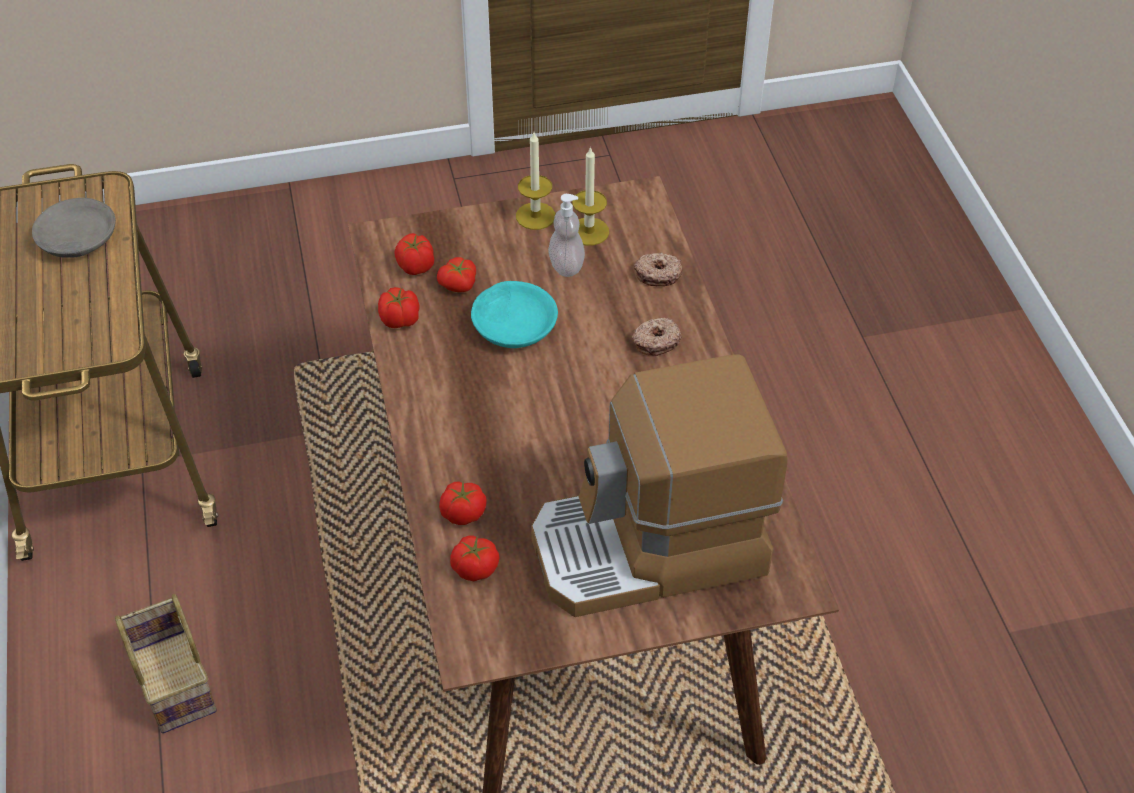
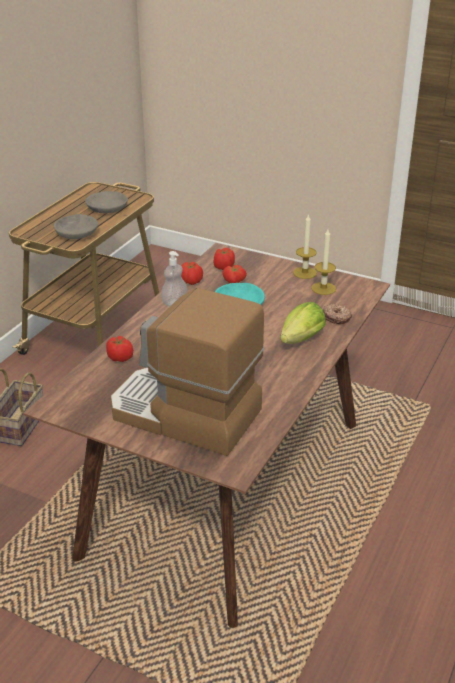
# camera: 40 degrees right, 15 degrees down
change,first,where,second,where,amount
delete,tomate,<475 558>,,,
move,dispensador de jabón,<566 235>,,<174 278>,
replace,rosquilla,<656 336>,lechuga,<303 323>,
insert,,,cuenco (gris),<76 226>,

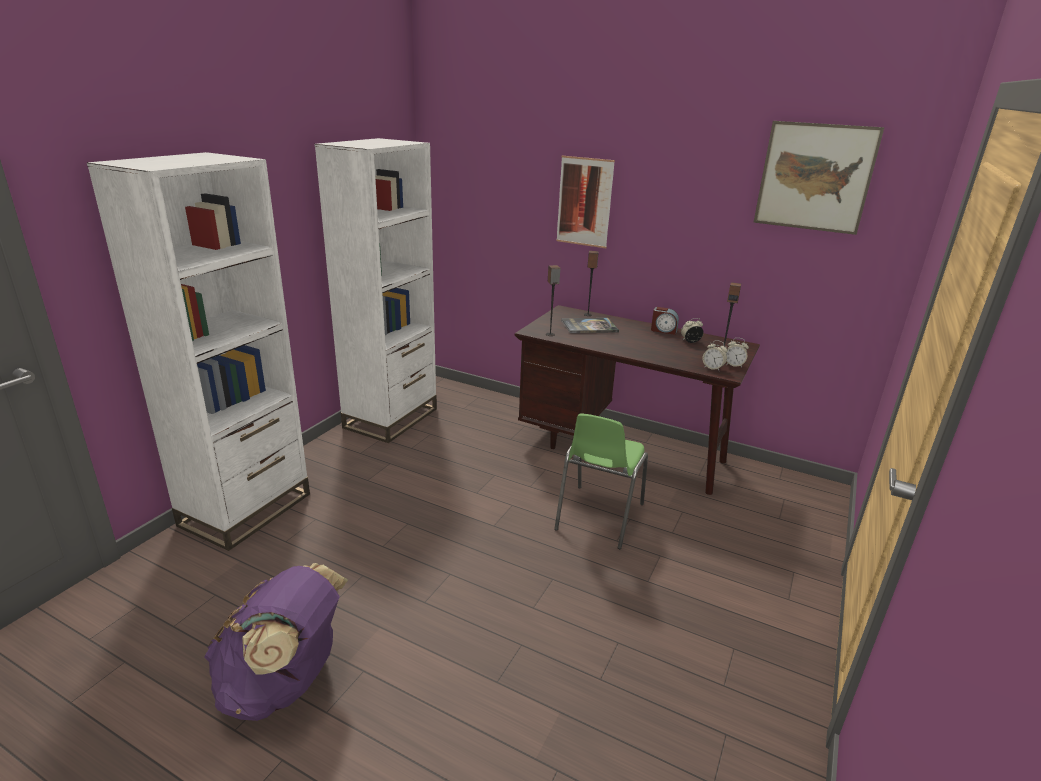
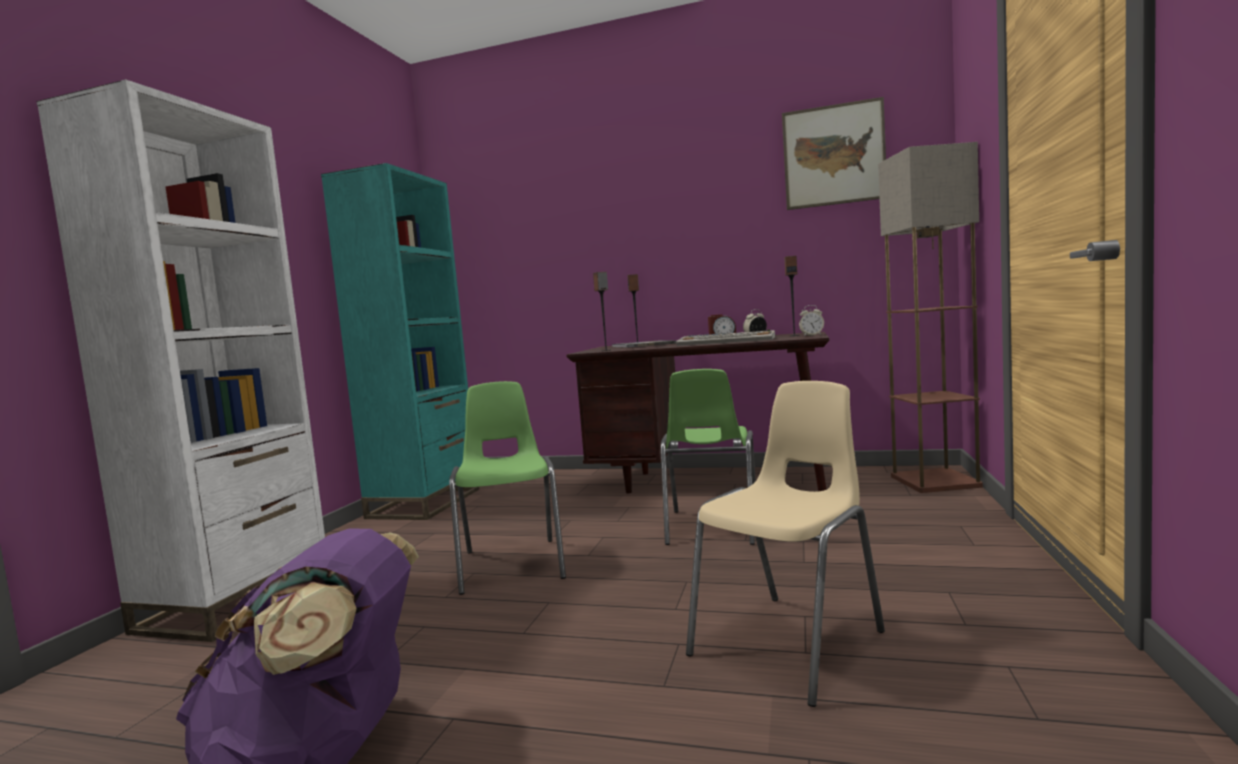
# camera: 10 degrees left, 20 degrees down
change,first,where,second,where,amount
recolor,estantería (blanco),<376 290>,estantería (turquesa),<400 341>,
delete,cuadro,<585 202>,,,
delete,despertador,<715 355>,,,
insert,,,silla (verde),<507 488>,
insert,,,teclado,<725 338>,
insert,,,silla (beis),<785 544>,
insert,,,lámpara de pie,<930 317>,

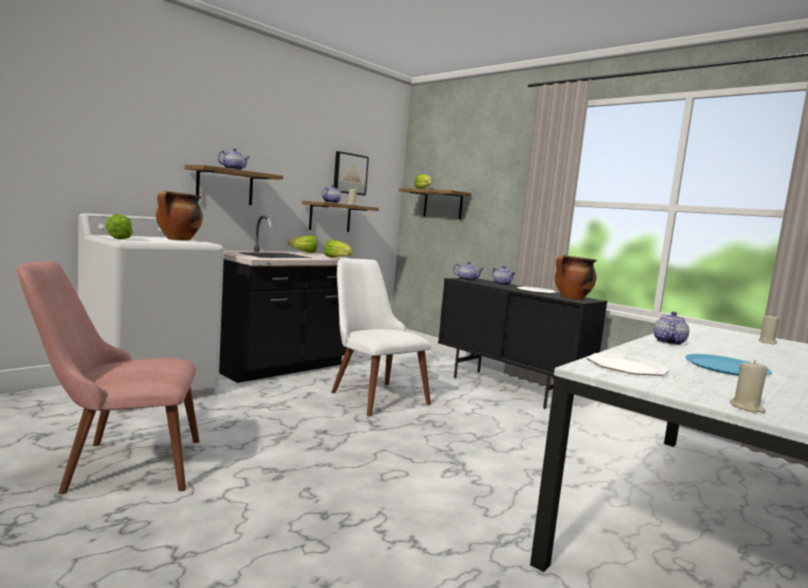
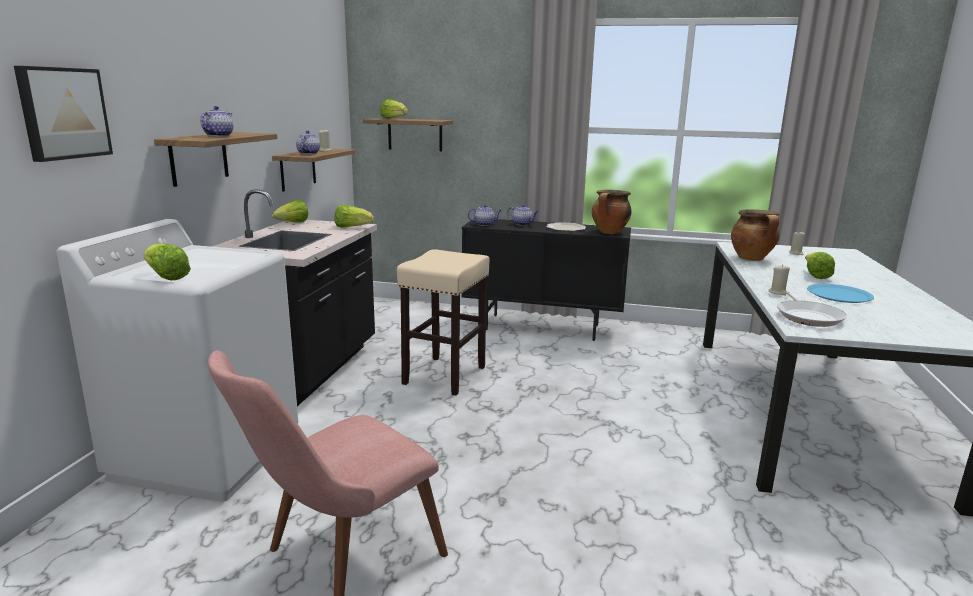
# camera: 30 degrees left, 10 degrees up
change,first,where,second,where,amount
move,olla,<179 215>,,<755 235>,
replace,silla (blanco),<381 337>,taburete (beis),<443 322>,
move,cuadro,<351 173>,,<63 114>,
replace,plato,<628 364>,sartén,<812 309>,
delete,tetera,<671 328>,,,
move,vela (beis),<749 386>,,<779 280>,
insert,,,lechuga,<820 265>,

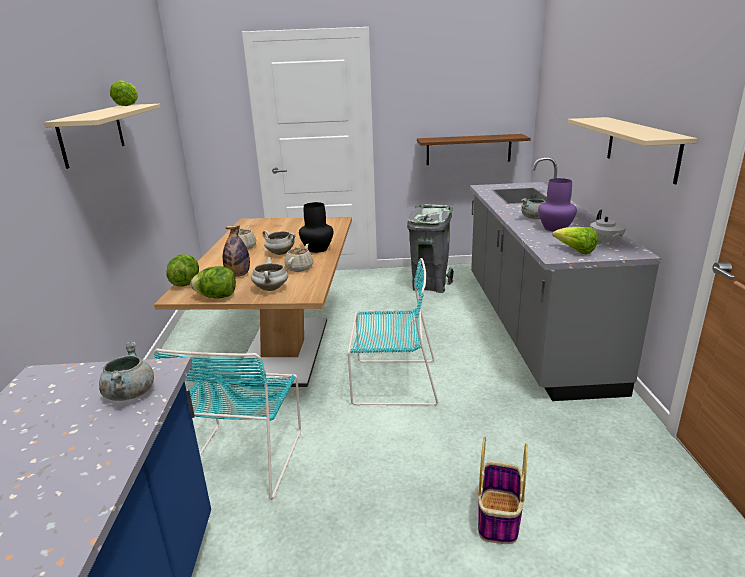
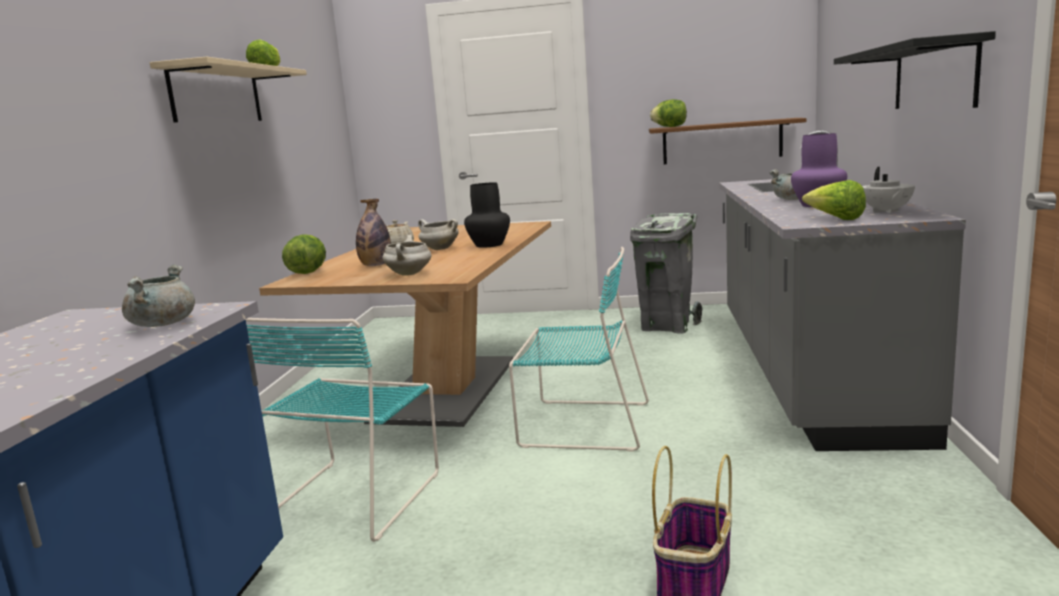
# camera: 10 degrees right, 10 degrees down
change,first,where,second,where,amount
move,lechuga,<213 282>,,<668 113>,
delete,tetera (beis),<299 258>,,,
recolor,estante (beis),<632 150>,estante (negro),<915 70>,

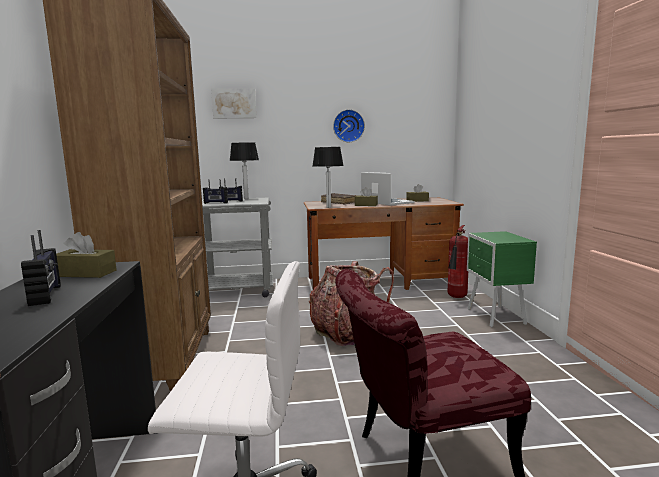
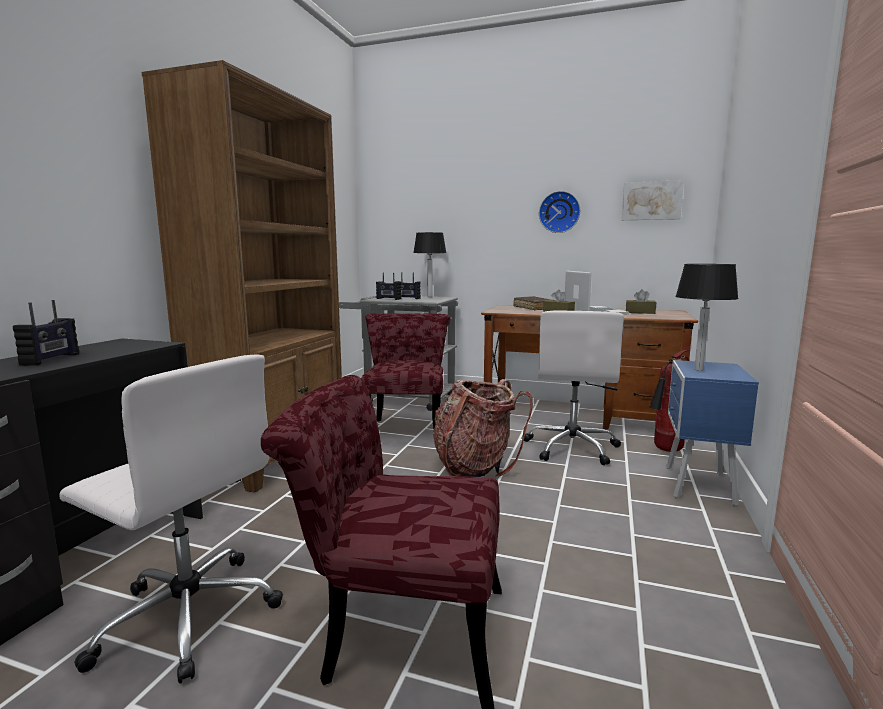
# camera: 25 degrees right, 0 degrees up
change,first,where,second,where,amount
delete,caja de pañuelos (marrón),<86 255>,,,
move,cuadro,<233 103>,,<653 200>,
move,lámpara de mesa,<328 177>,,<707 317>,
recolor,mesita de noche (verde),<502 279>,mesita de noche (azul),<712 433>,
insert,,,silla (rojo),<406 371>,
insert,,,silla de oficina (blanco),<574 388>,

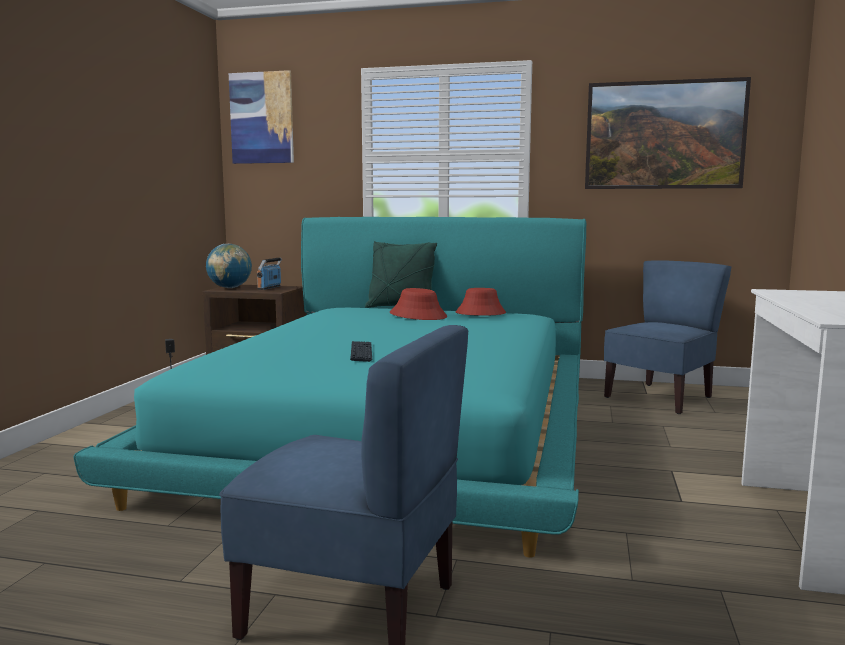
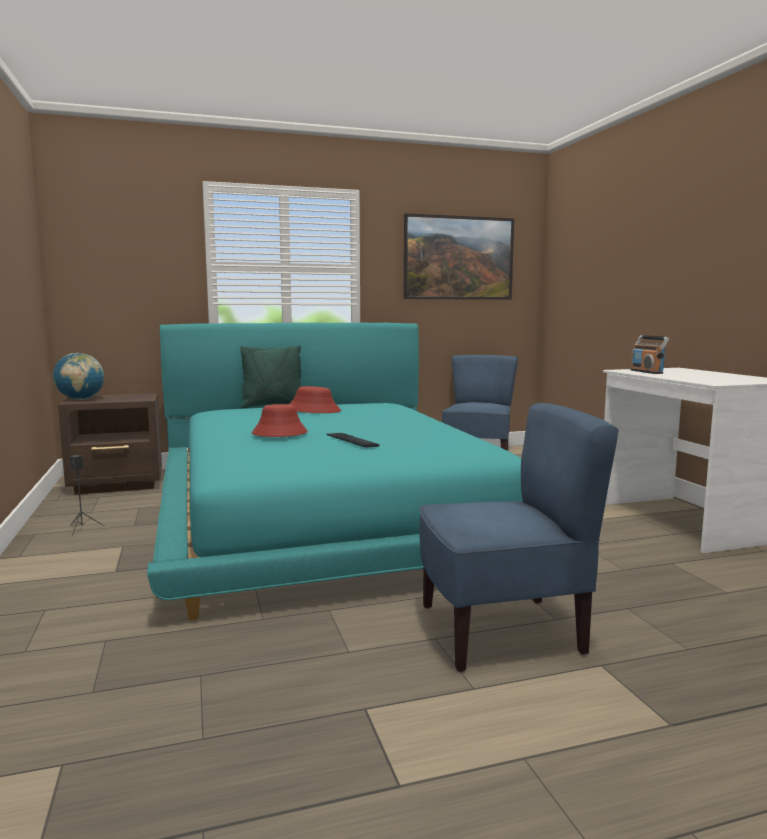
# camera: 30 degrees left, 0 degrees up
change,first,where,second,where,amount
delete,cuadro,<261 117>,,,
move,radio,<269 274>,,<649 354>,
move,sombrero (rojo),<481 302>,,<280 420>,

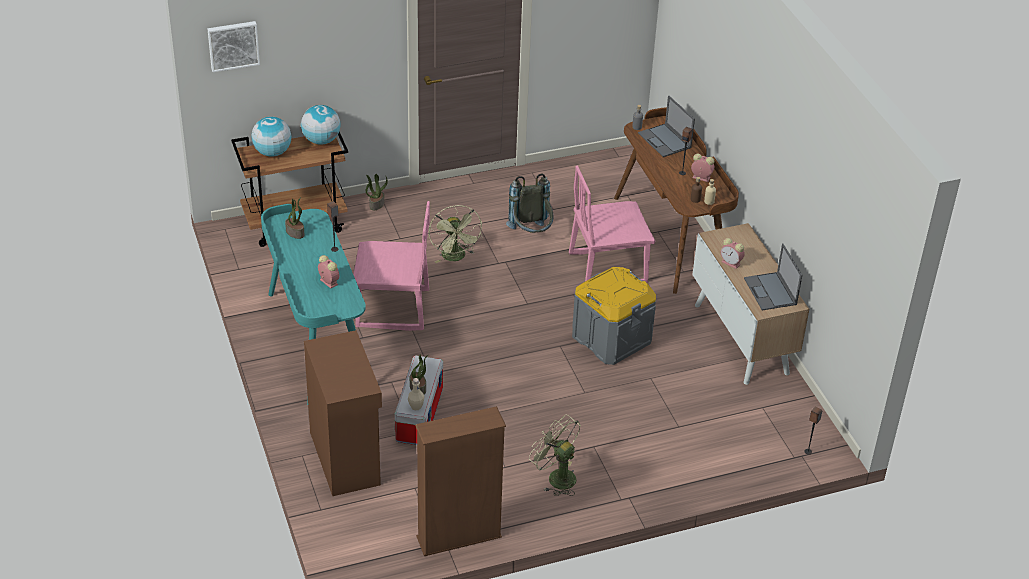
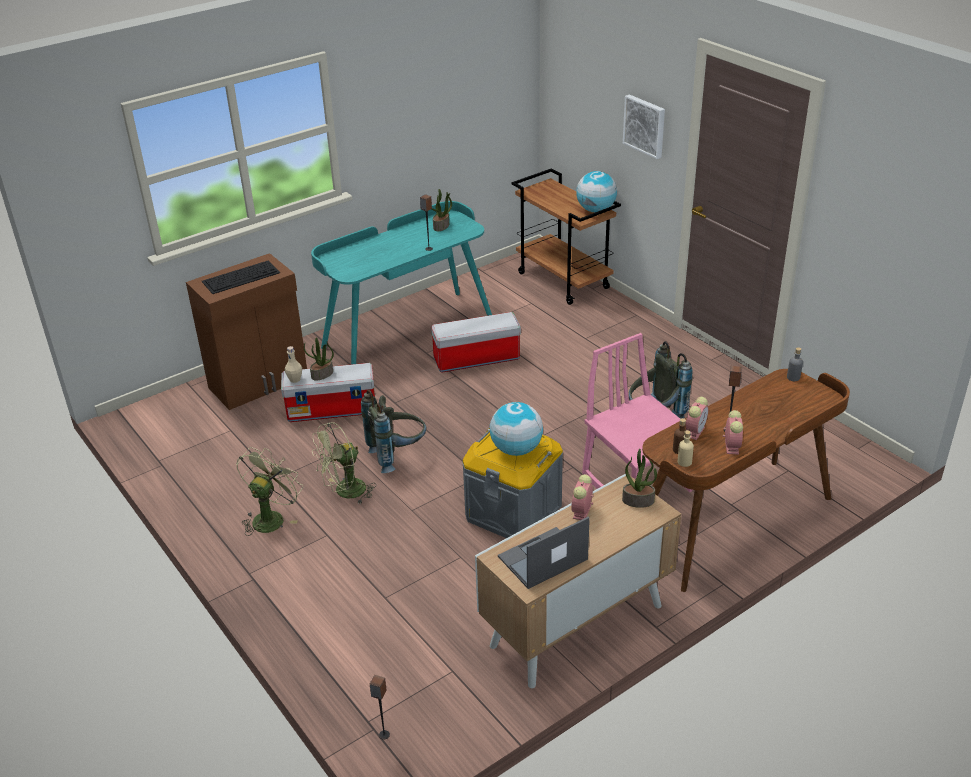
# camera: 75 degrees right, 5 degrees down
change,first,where,second,where,amount
move,cuadro,<233 46>,,<644 127>,
move,globo terráqueo,<271 137>,,<516 429>,
move,despertador,<328 271>,,<697 418>,
replace,silla (rosa),<391 266>,caja de almacenaje,<476 342>,
move,planta en maceta,<377 192>,,<639 478>,
delete,estantería (marrón),<460 481>,,,
move,ventilador (verde),<455 234>,,<344 463>,
delete,portátil,<666 126>,,,
insert,,,teclado,<240 277>,
insert,,,mochila (gris),<393 431>,

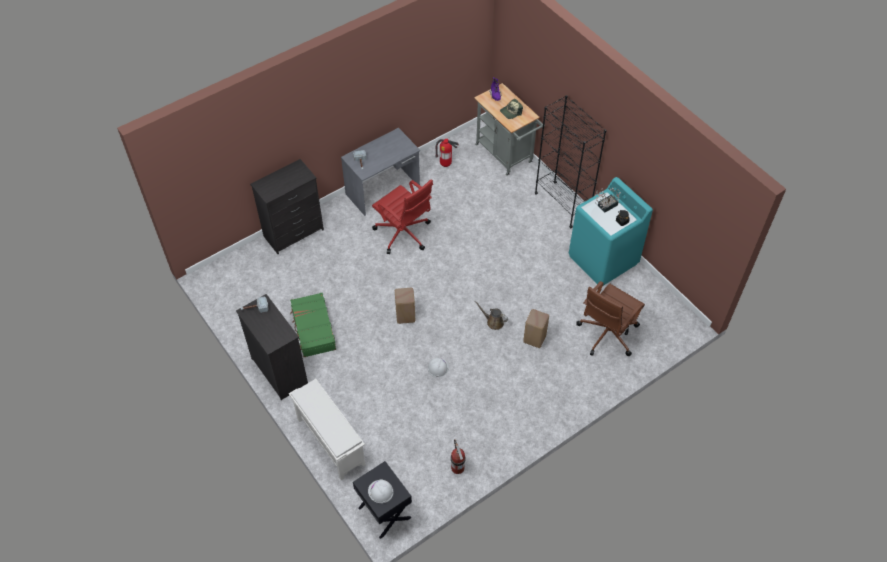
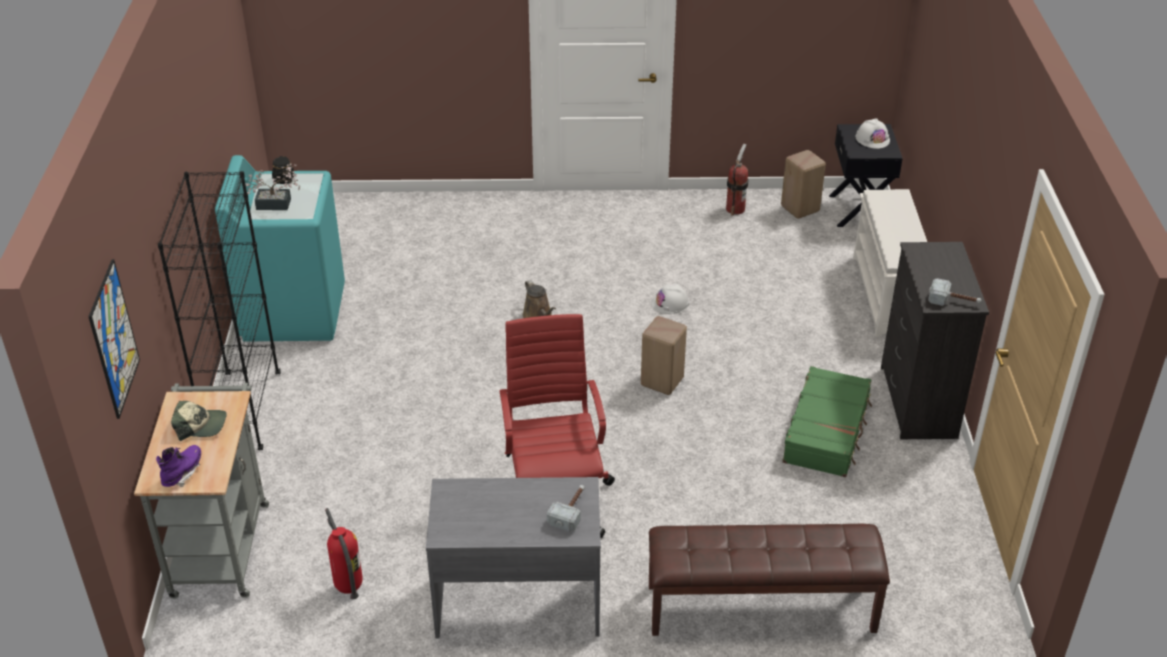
# camera: 145 degrees left, 15 degrees down
change,first,where,second,where,amount
replace,cómoda (negro),<287 206>,banco (marrón),<769 580>,
move,taburete (beis),<536 328>,,<803 184>,
delete,silla de oficina (marrón),<610 318>,,,
insert,,,cuadro,<114 339>,

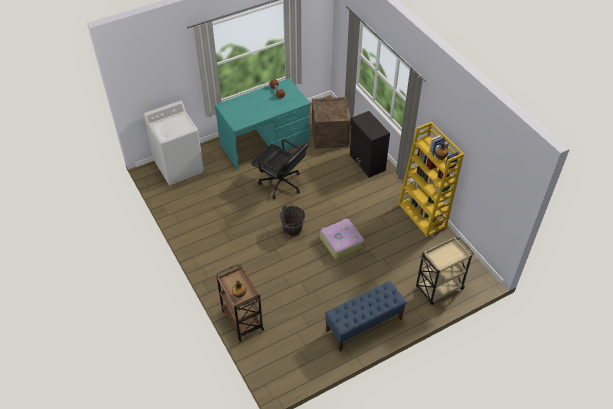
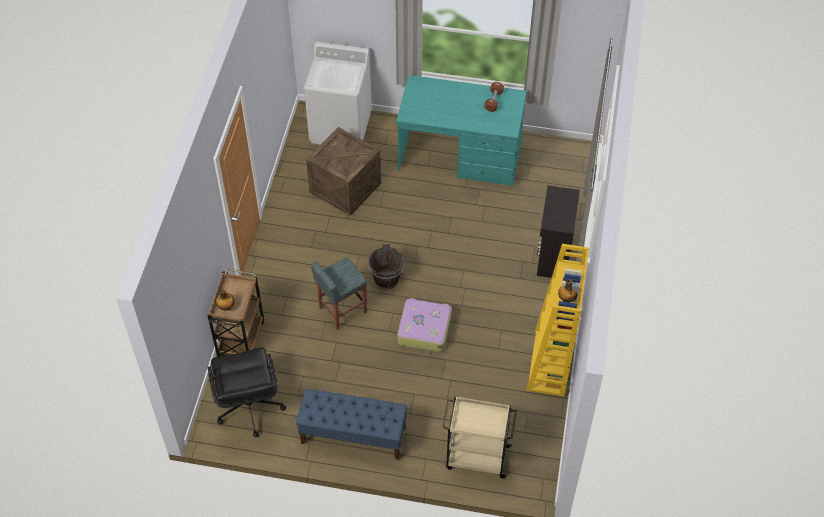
# camera: 40 degrees right, 5 degrees up
change,first,where,second,where,amount
move,silla de oficina (negro),<280 169>,,<246 392>,
move,caja de embalaje,<331 123>,,<343 171>,
insert,,,taburete (gris),<339 294>,

